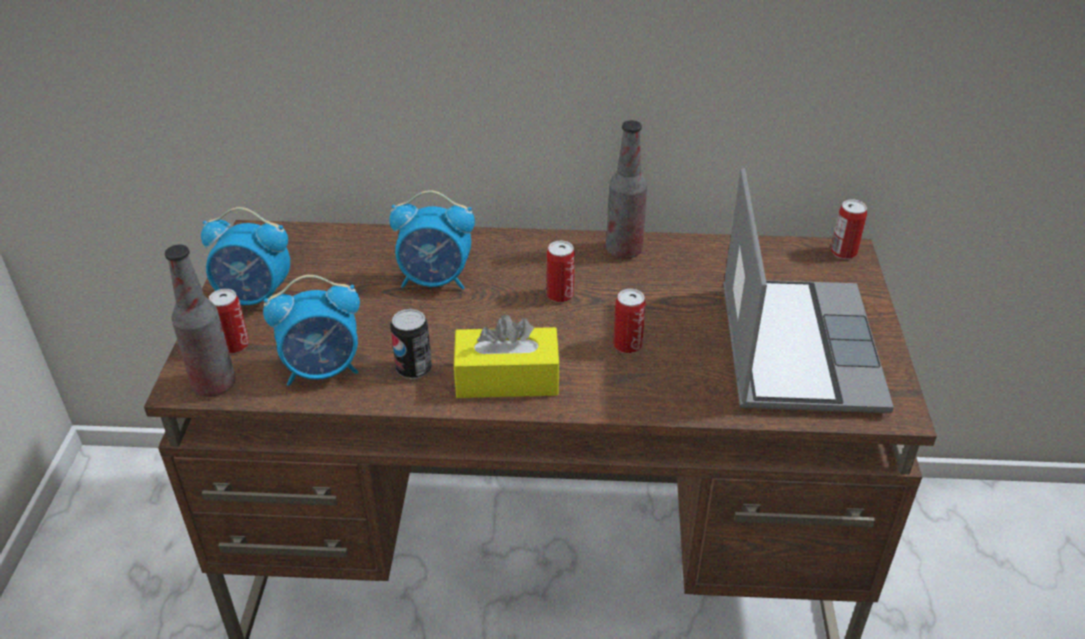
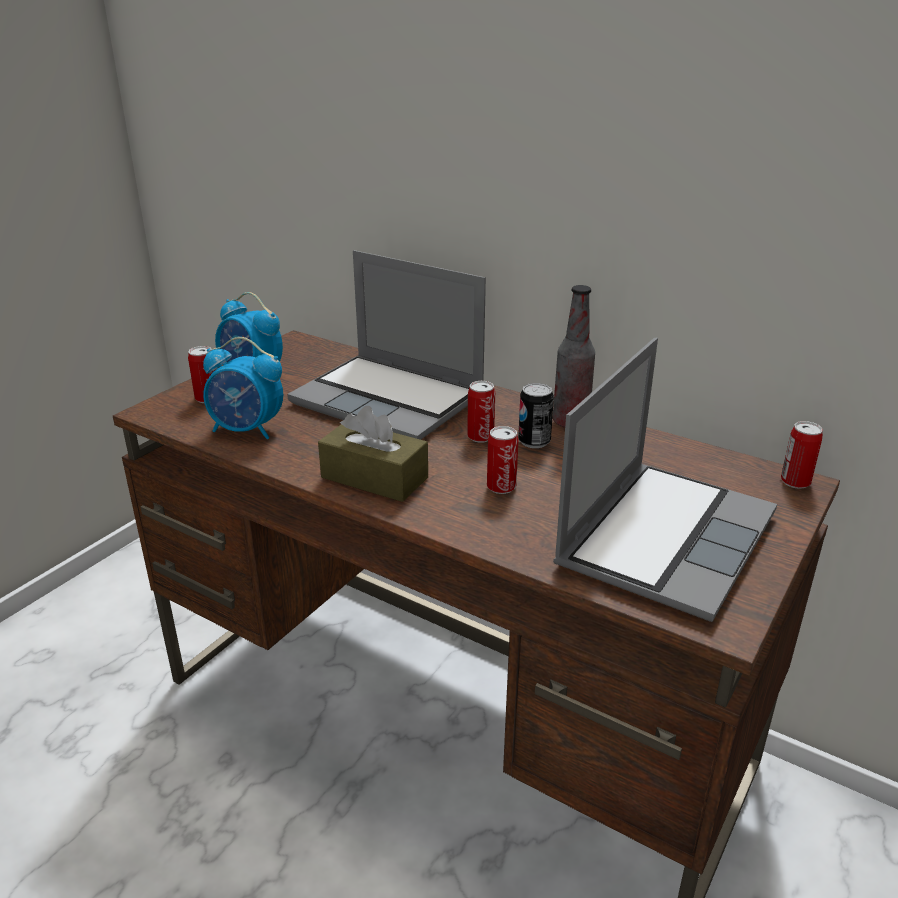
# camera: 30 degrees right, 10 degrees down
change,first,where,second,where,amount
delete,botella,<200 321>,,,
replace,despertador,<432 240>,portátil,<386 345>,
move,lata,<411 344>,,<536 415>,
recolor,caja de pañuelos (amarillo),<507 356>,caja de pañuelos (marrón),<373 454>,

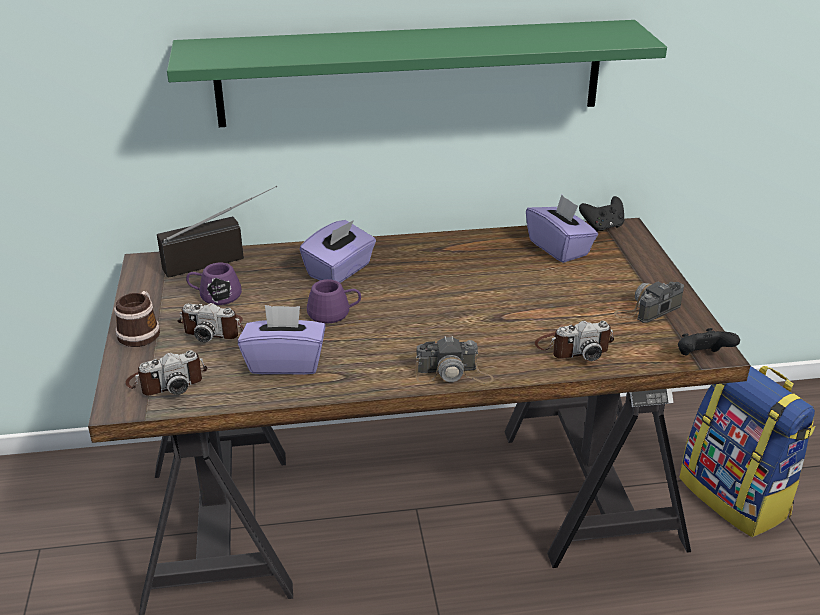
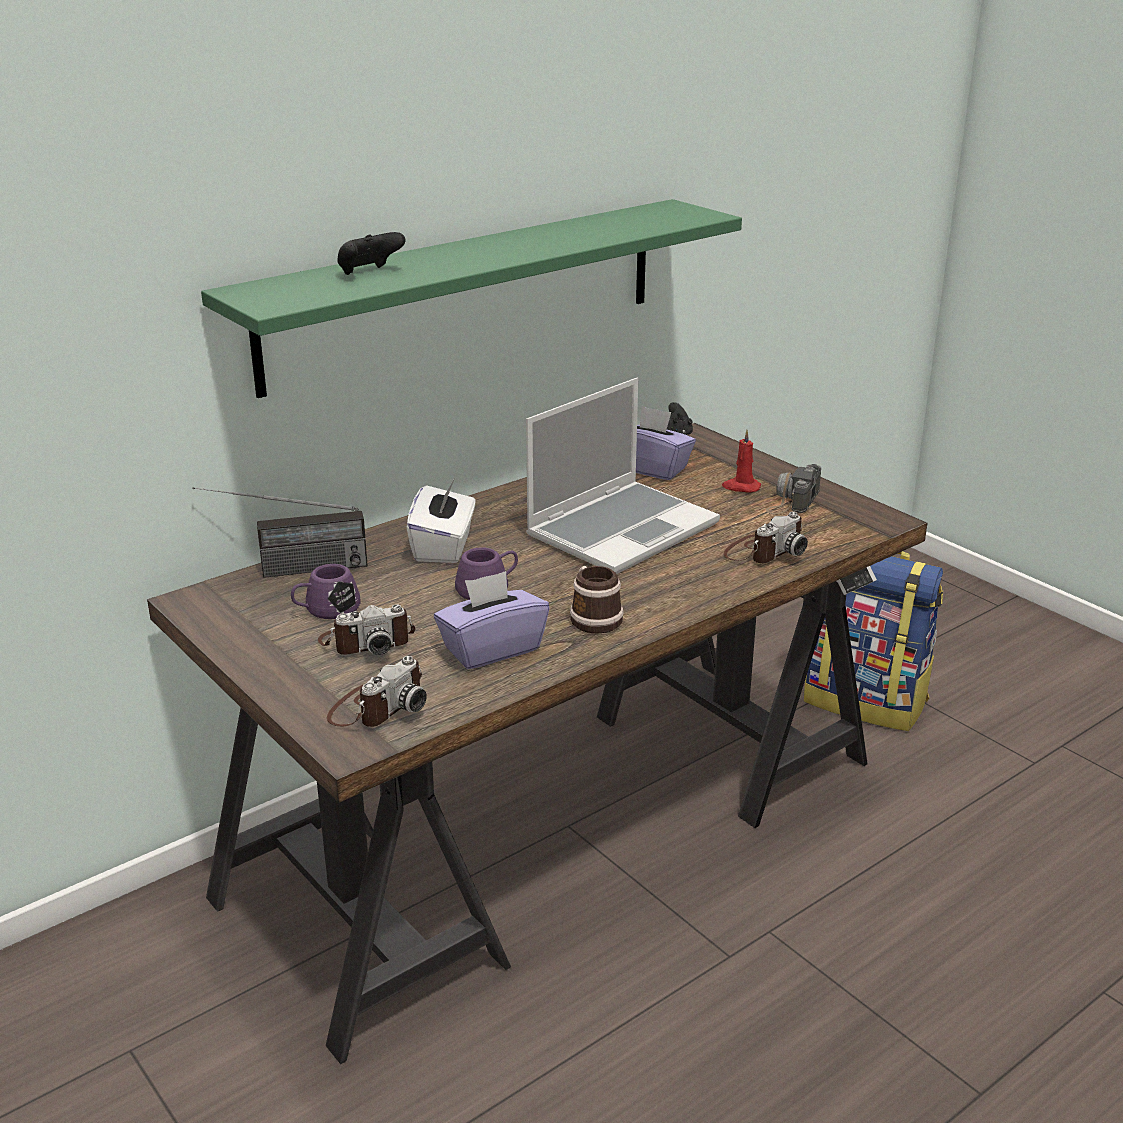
# camera: 30 degrees left, 5 degrees down
change,first,where,second,where,amount
move,taza grande,<137 319>,,<597 600>,
rotate,radio,<217 231>,,<280 532>,135 degrees counterclockwise
recolor,caja de pañuelos (morado),<338 251>,caja de pañuelos (blanco),<441 520>,
delete,cámara,<454 359>,,,
move,mando de consola (negro),<709 342>,,<371 253>,
insert,,,portátil,<623 476>,
insert,,,vela (rojo),<741 461>,

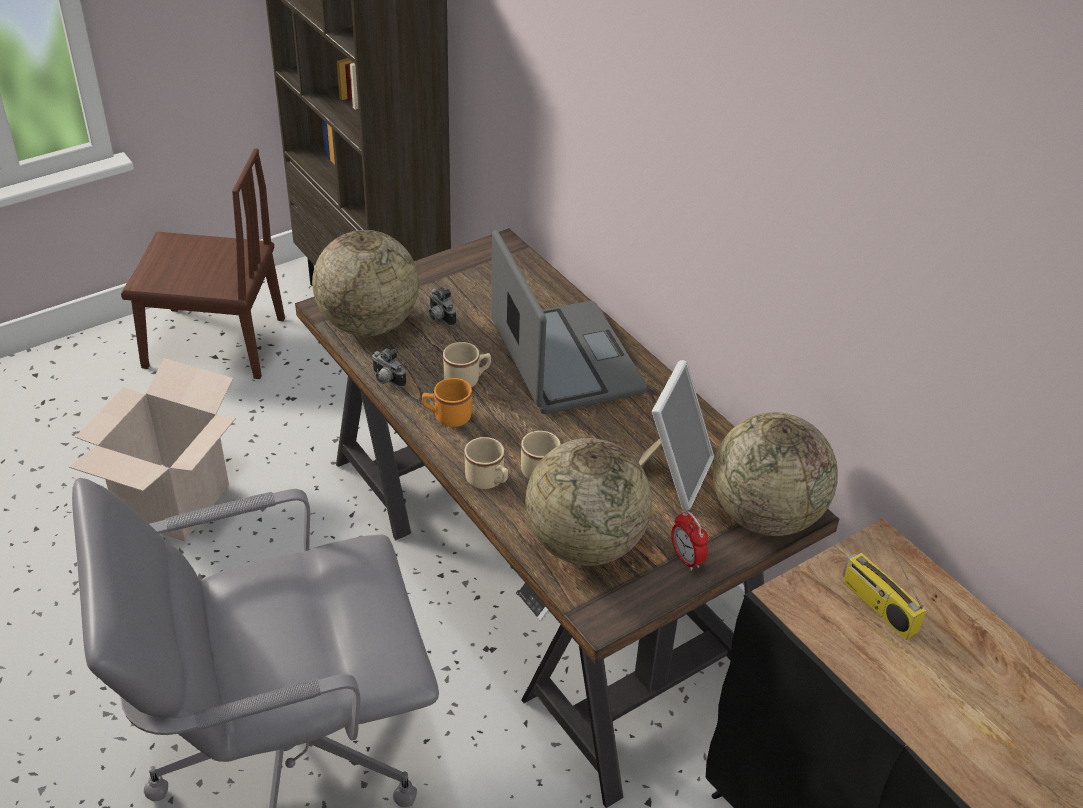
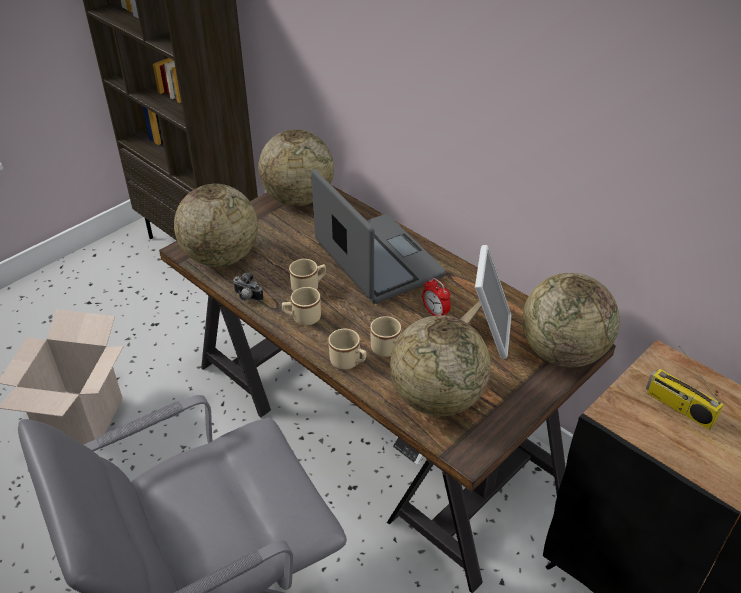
# camera: 10 degrees left, 0 degrees up
change,first,where,second,where,amount
delete,silla (marrón),<203 263>,,,
recolor,taza grande (naranja),<447 402>,taza grande (beis),<301 306>,
delete,cámara,<442 306>,,,
move,despertador,<690 541>,,<436 297>,
insert,,,globo terráqueo,<296 168>,

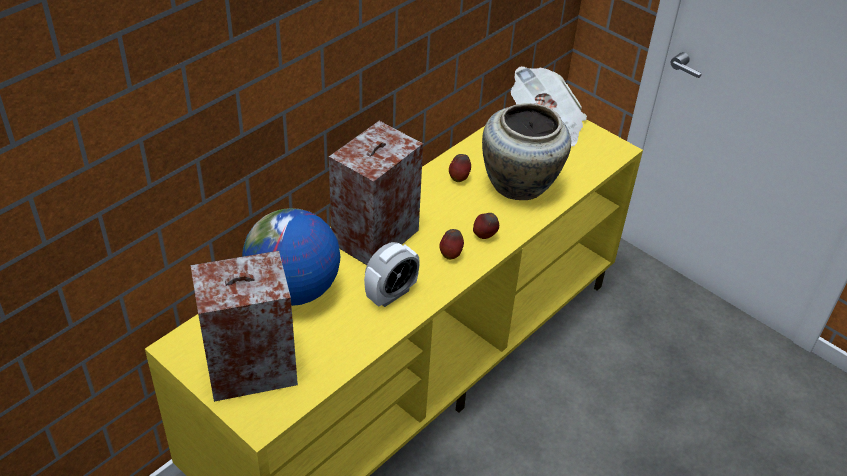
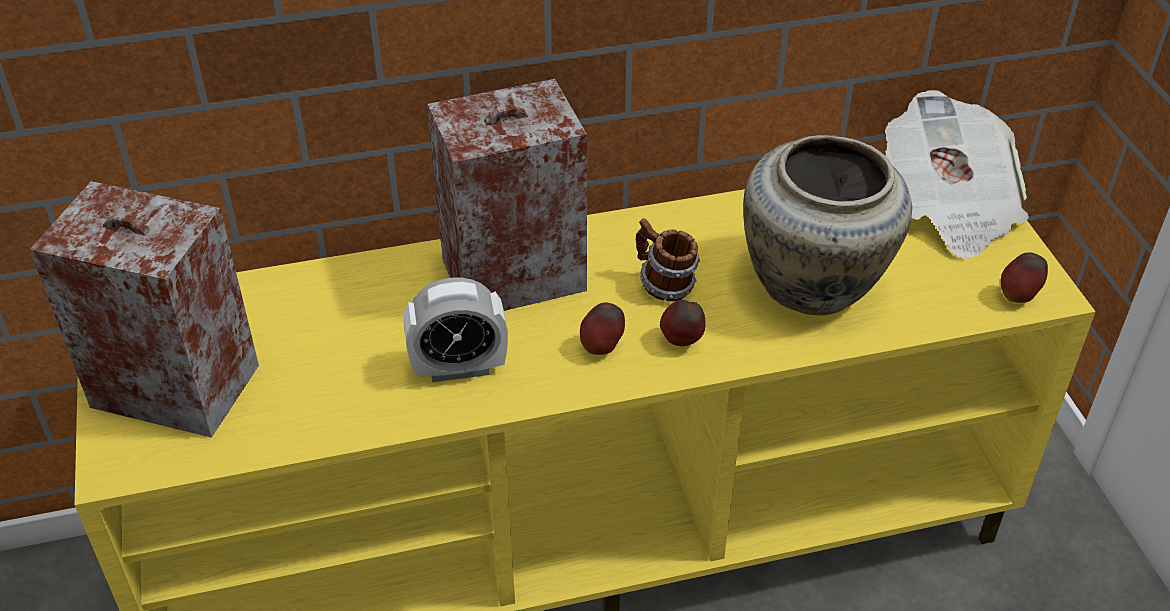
# camera: 35 degrees right, 0 degrees up
change,first,where,second,where,amount
delete,globo terráqueo,<291 257>,,,
move,manzana,<460 168>,,<1024 277>,
insert,,,taza grande,<668 259>,

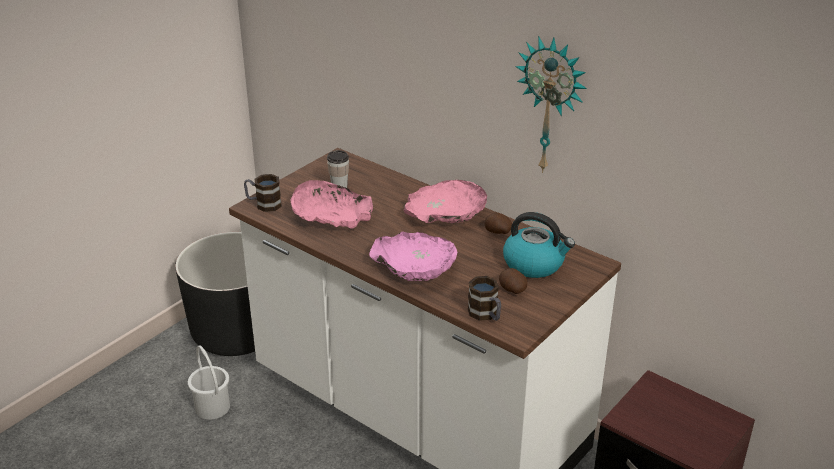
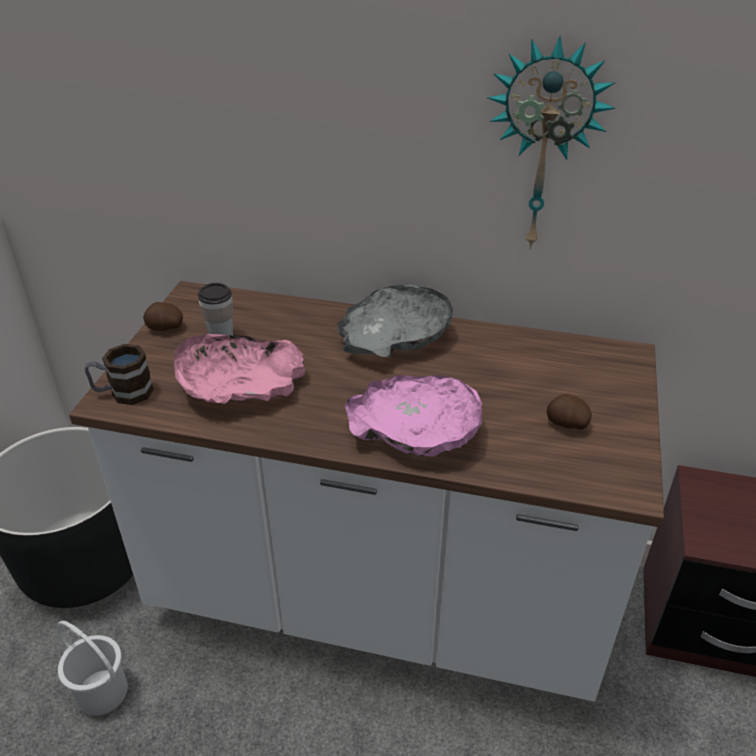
# camera: 25 degrees left, 5 degrees up
change,first,where,second,where,amount
recolor,cuenco (rosa),<445 201>,cuenco (gris),<395 321>,
delete,taza grande,<484 298>,,,
move,patata,<498 223>,,<163 316>,
delete,hervidor,<539 245>,,,

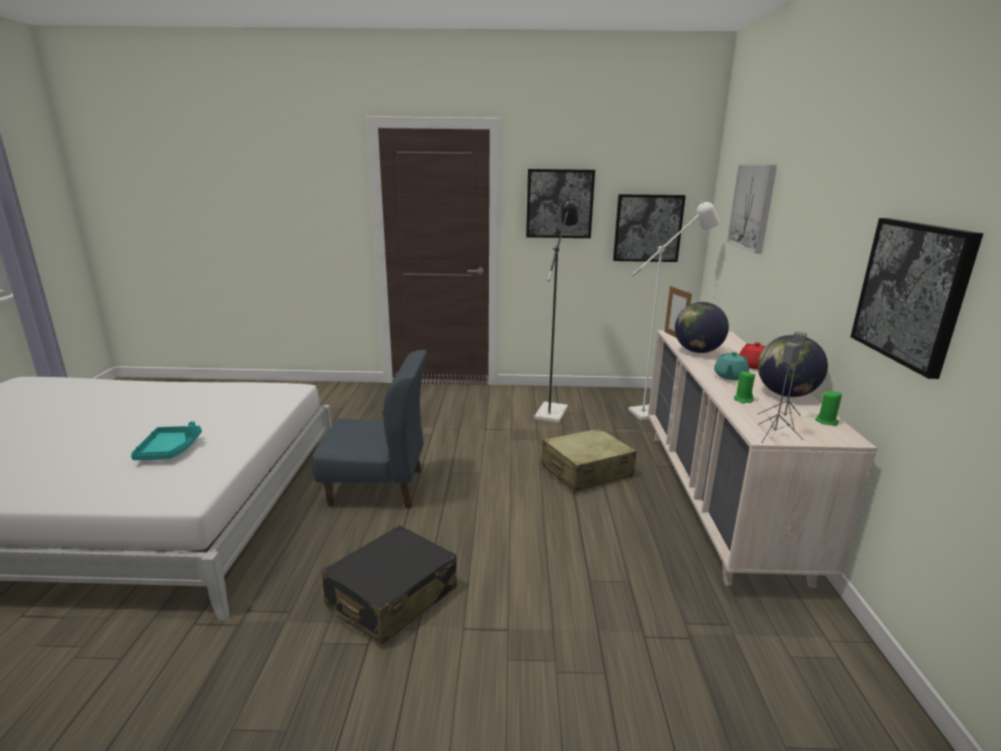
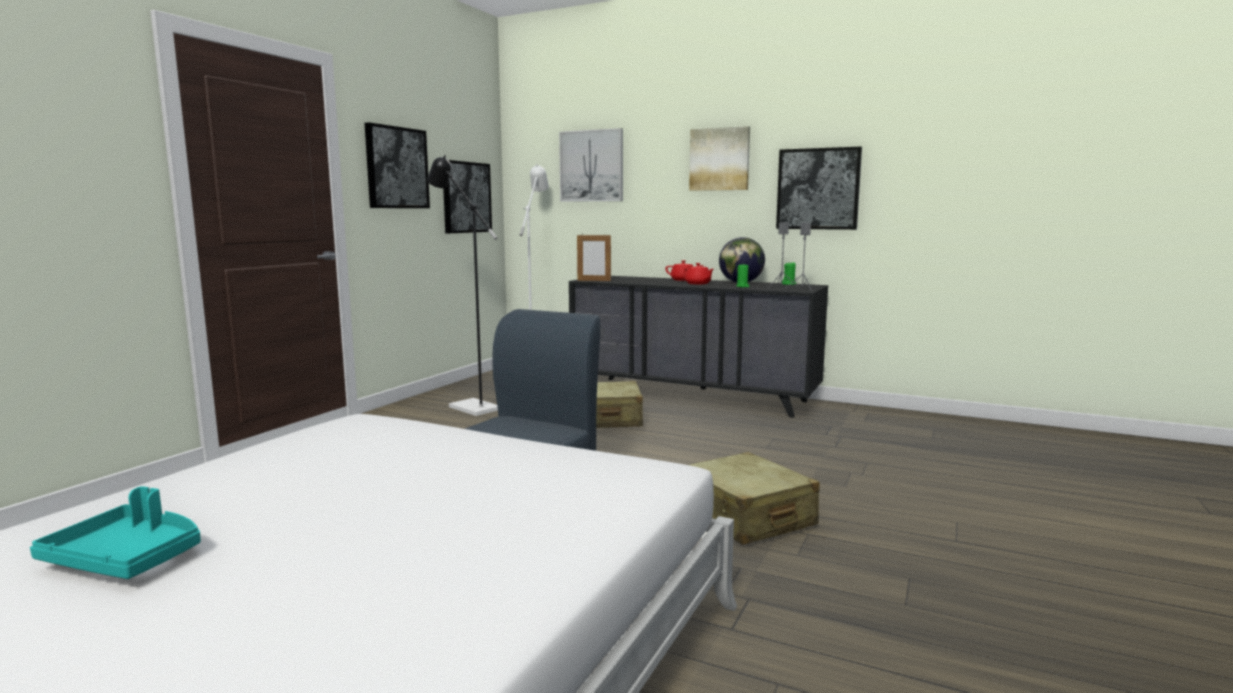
# camera: 65 degrees left, 10 degrees down
change,first,where,second,where,amount
move,bandeja (turquesa),<166 440>,,<115 532>,
recolor,maleta (negro),<389 585>,maleta (beis),<755 498>,
recolor,cómoda (beis),<762 459>,cómoda (negro),<698 347>,
delete,globo terráqueo,<702 327>,,,
recolor,tetera (turquesa),<731 365>,tetera (rojo),<699 273>,
insert,,,cuadro,<719 158>,

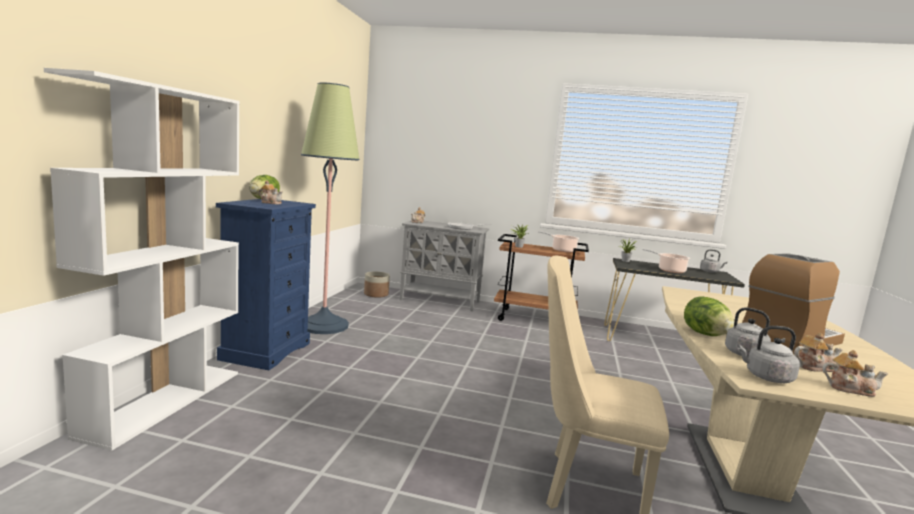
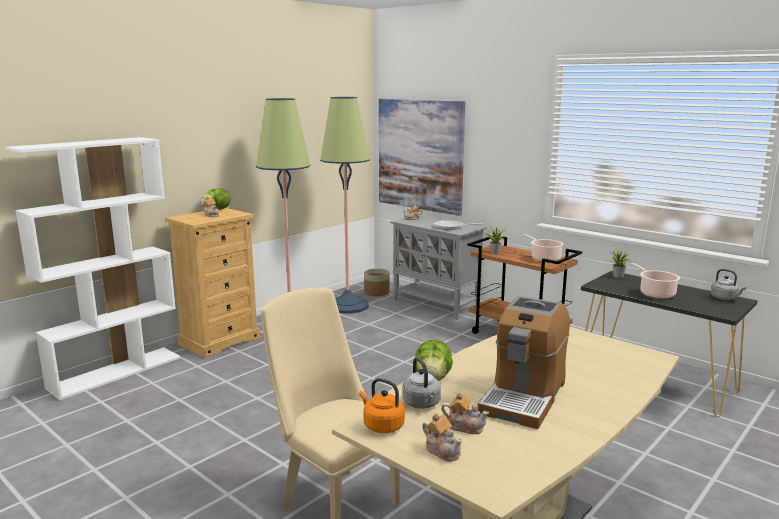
# camera: 30 degrees right, 5 degrees up
change,first,where,second,where,amount
recolor,cómoda (azul),<266 284>,cómoda (beis),<212 283>,
recolor,hervidor (gris),<768 354>,hervidor (naranja),<382 405>,
rotate,cafetera,<793 303>,,<523 362>,120 degrees clockwise
insert,,,lámpara de pie,<345 205>,
insert,,,cuadro,<422 157>,

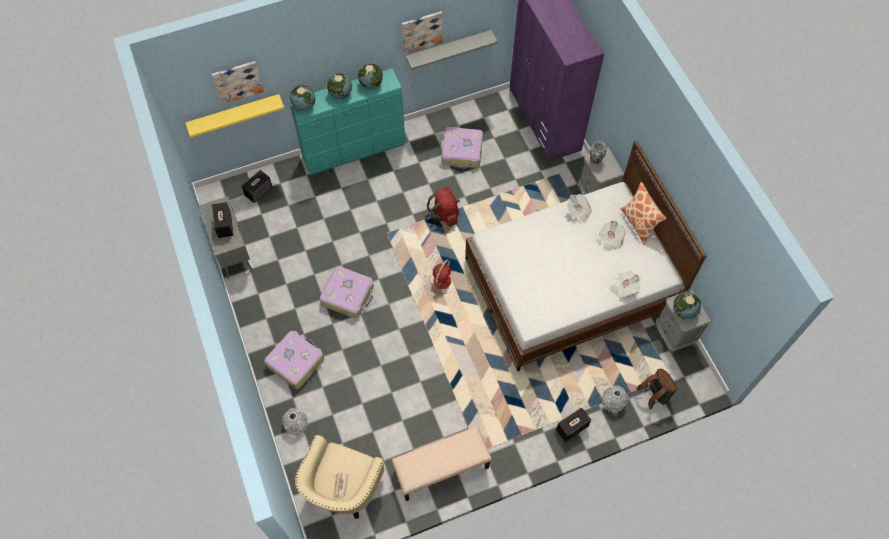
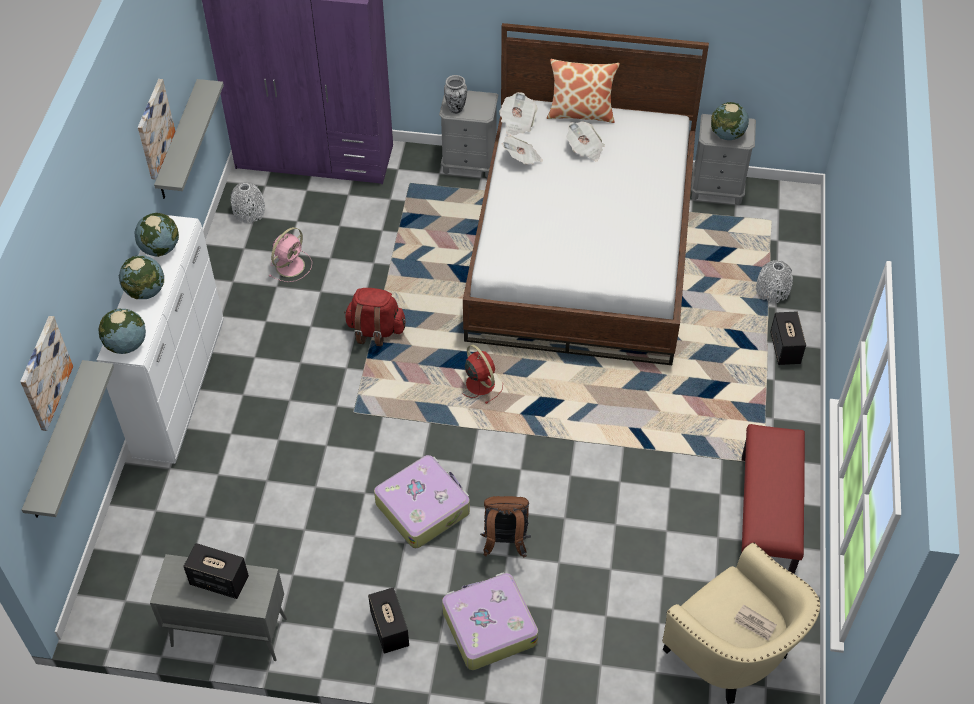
# camera: 60 degrees left, 10 degrees down
change,first,where,second,where,amount
recolor,estante (amarillo),<235 116>,estante (gris),<68 439>,
move,altavoz,<256 186>,,<388 620>,
move,florero (gris),<295 422>,,<248 202>,
recolor,cómoda (turquesa),<347 121>,cómoda (blanco),<160 339>,
recolor,banco (beis),<441 463>,banco (rojo),<773 499>,
replace,maleta,<462 148>,ventilador (rosa),<290 254>,
move,periódico,<624 285>,,<518 114>,
move,mochila (marrón),<656 389>,,<505 527>,

